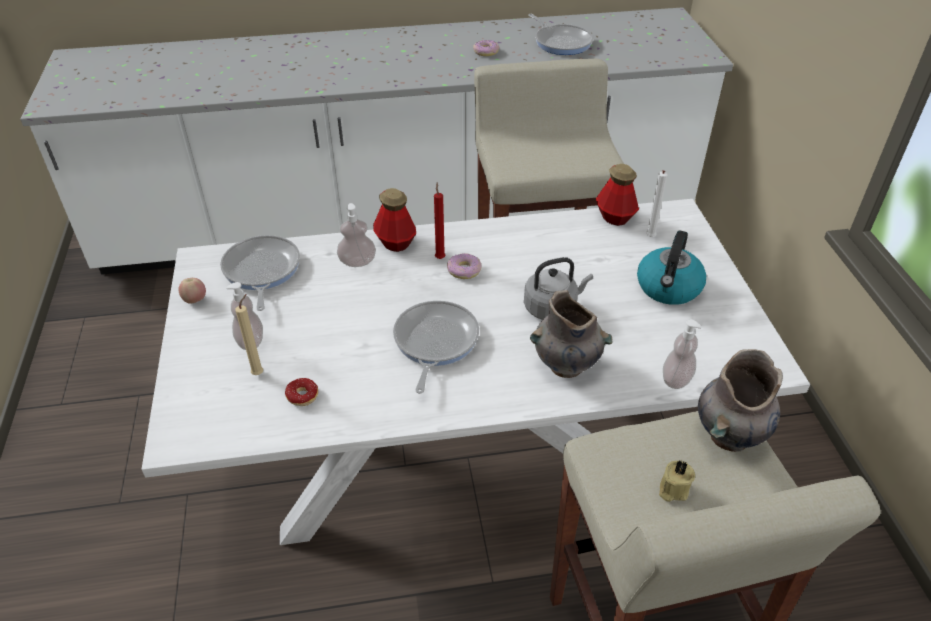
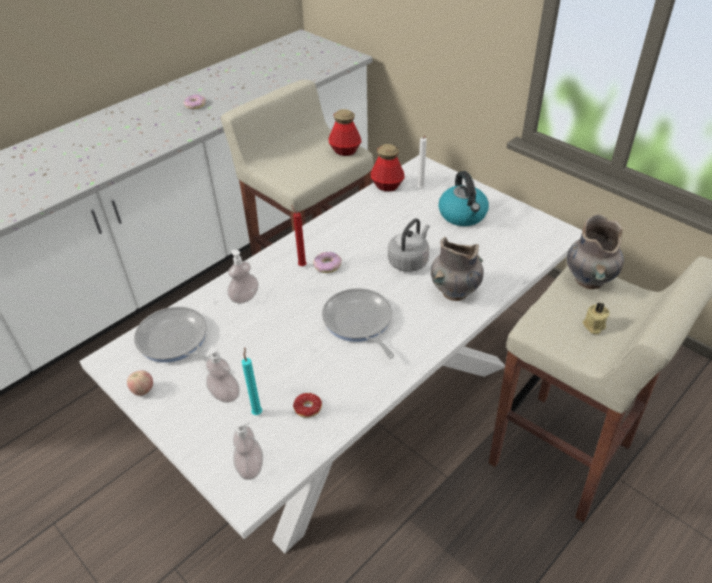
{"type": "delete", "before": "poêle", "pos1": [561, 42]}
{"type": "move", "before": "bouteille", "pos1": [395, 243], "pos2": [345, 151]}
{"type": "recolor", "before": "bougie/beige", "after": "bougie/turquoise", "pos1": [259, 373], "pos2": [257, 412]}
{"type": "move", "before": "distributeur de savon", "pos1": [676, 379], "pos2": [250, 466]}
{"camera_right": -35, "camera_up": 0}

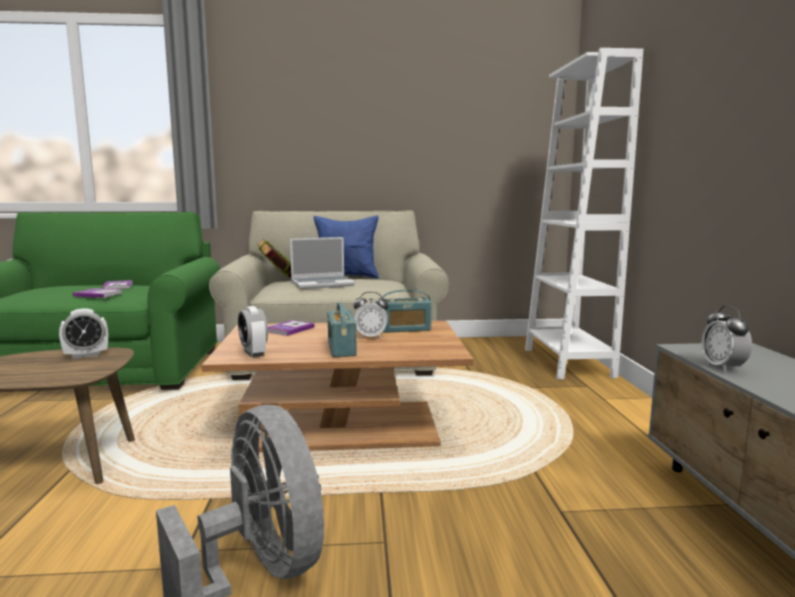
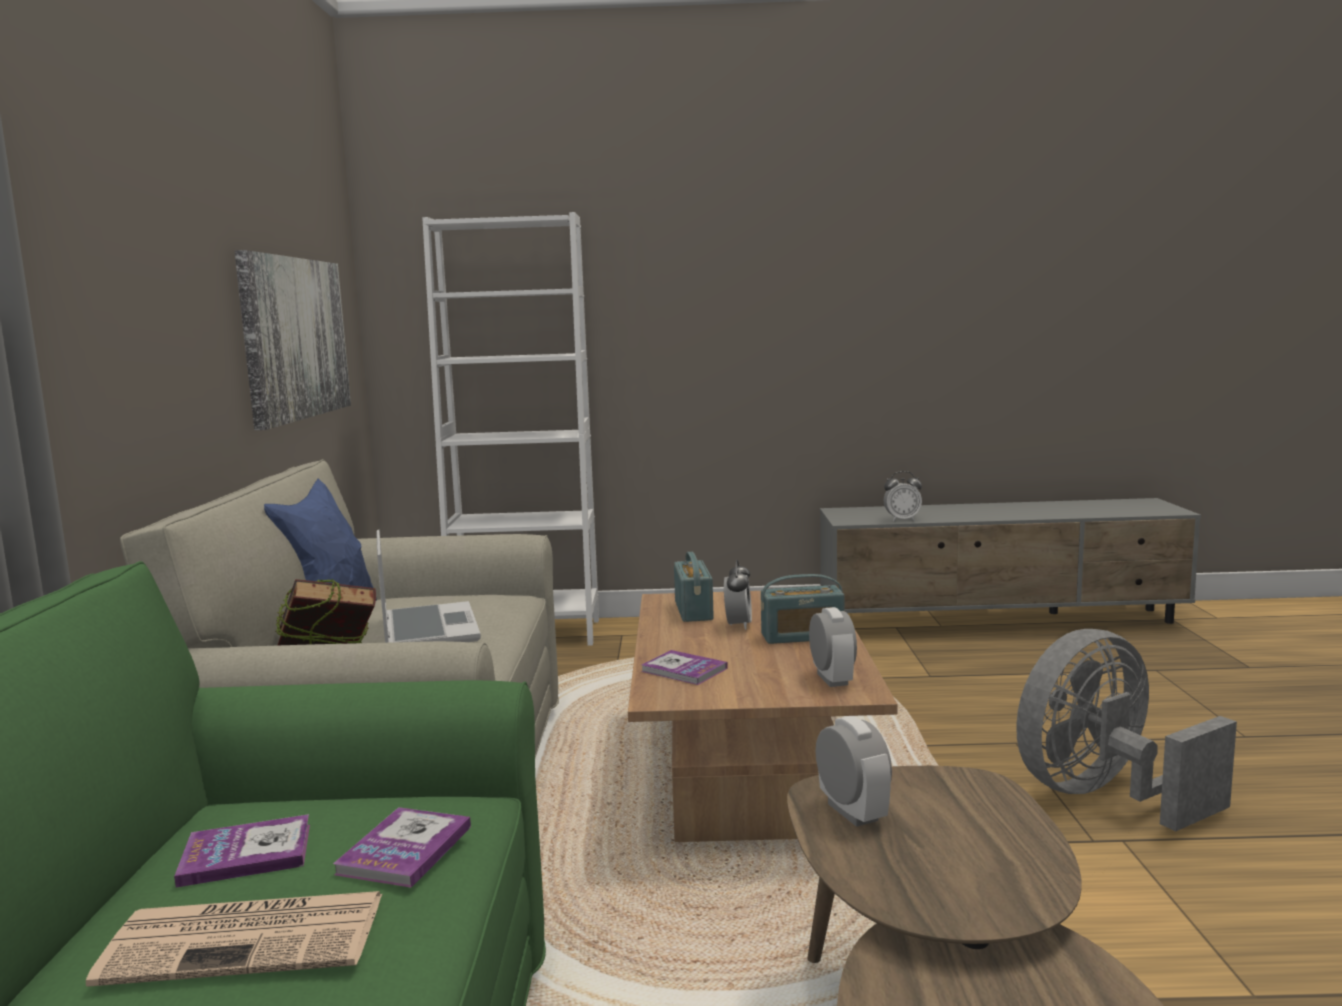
{"type": "rotate", "before": "réveil", "pos1": [254, 353], "pos2": [832, 679], "turn": -75}
{"type": "insert", "after": "tableau", "pos2": [295, 338]}
{"type": "insert", "after": "journal", "pos2": [250, 938]}
{"camera_right": -85, "camera_up": 0}

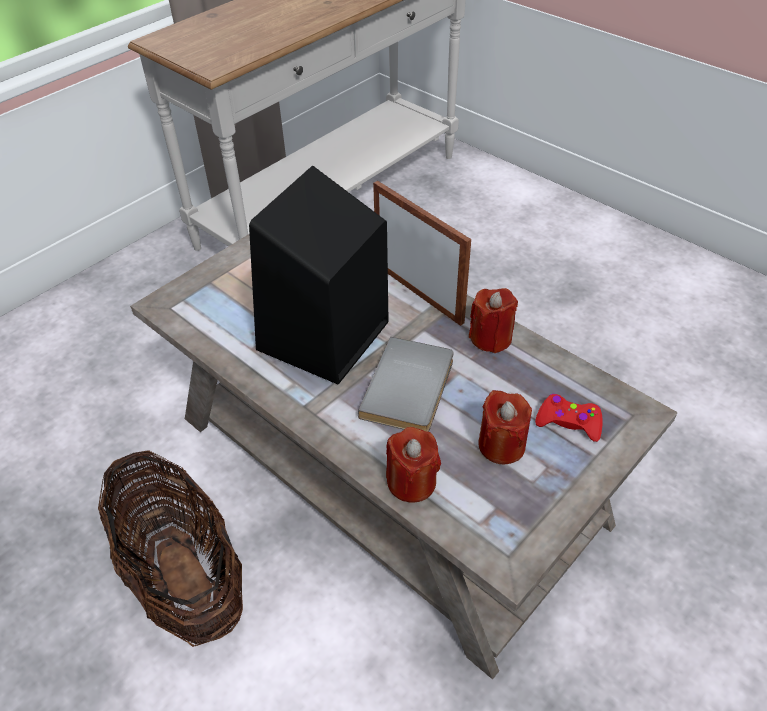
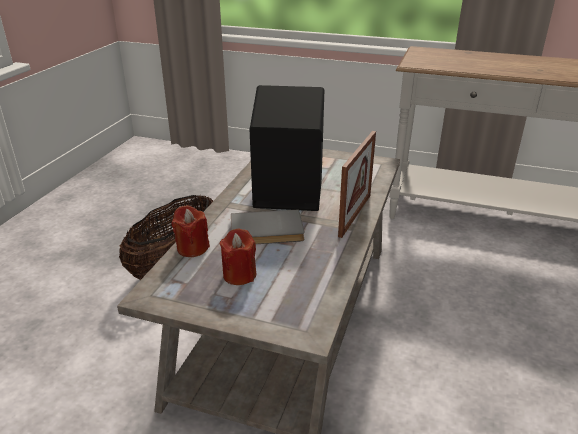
{"type": "delete", "before": "bougie/rouge", "pos1": [491, 338]}
{"type": "delete", "before": "manette/rouge", "pos1": [568, 422]}
{"camera_right": 65, "camera_up": -15}

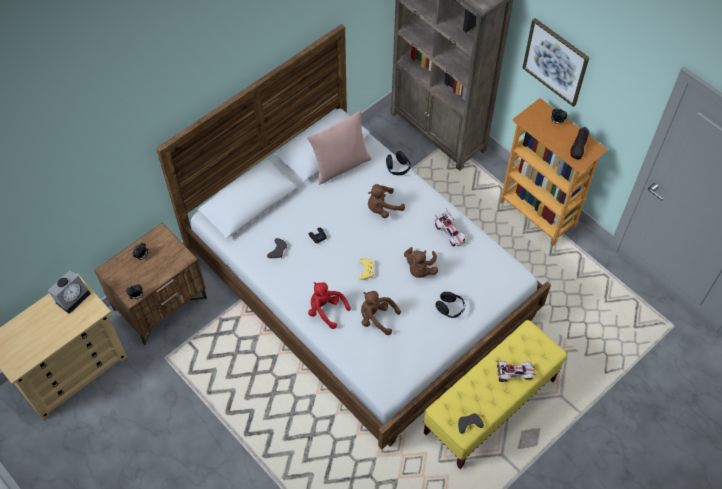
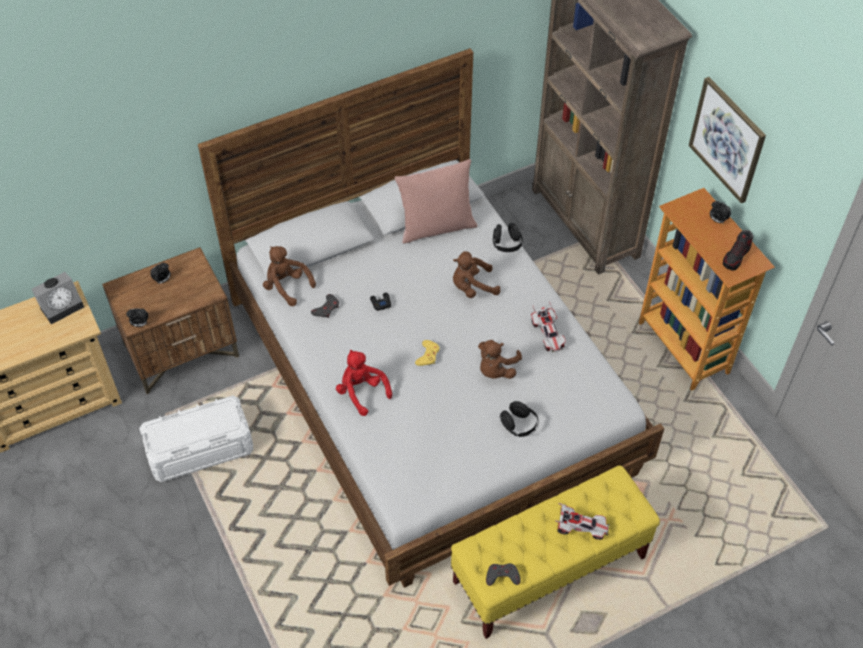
{"type": "move", "before": "peluche/marron", "pos1": [376, 318], "pos2": [286, 286]}
{"type": "insert", "after": "boîte de rangement/blanc", "pos2": [200, 449]}
{"camera_right": 15, "camera_up": -5}

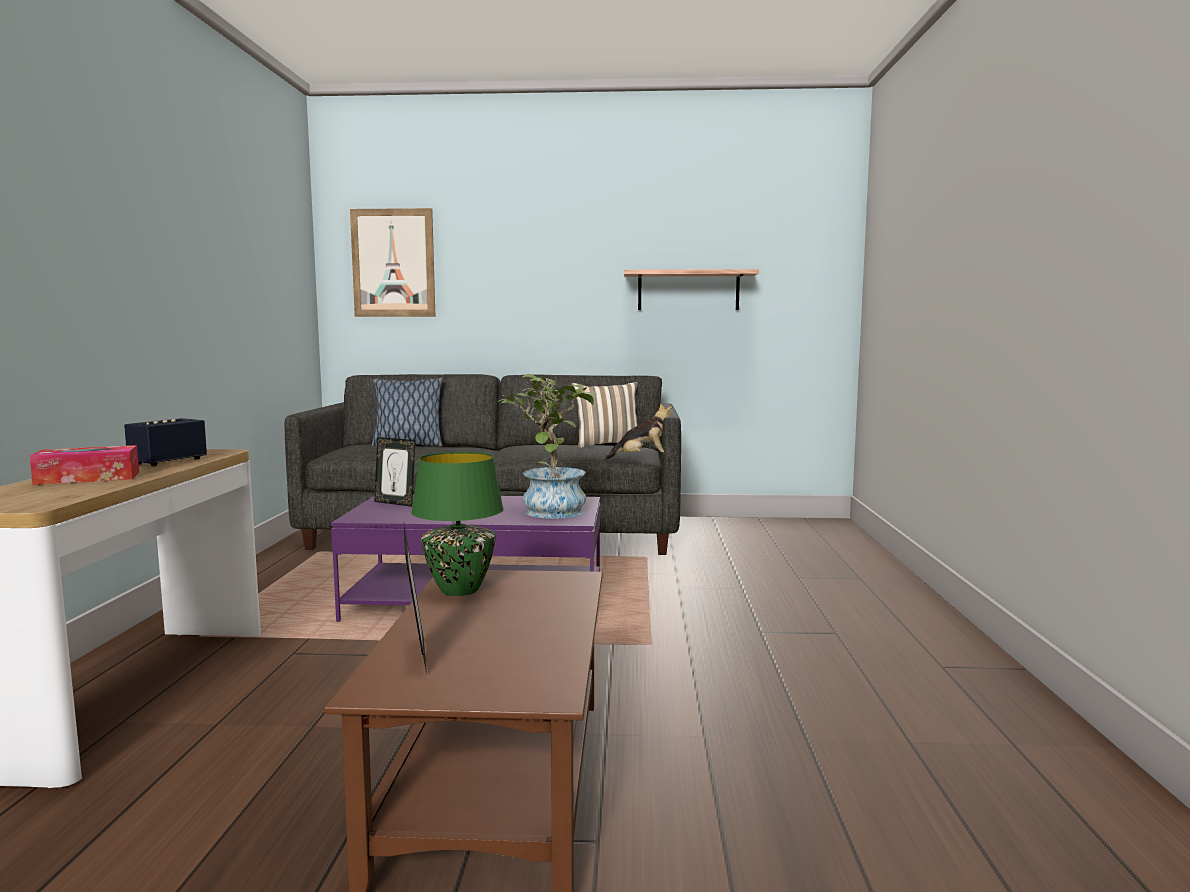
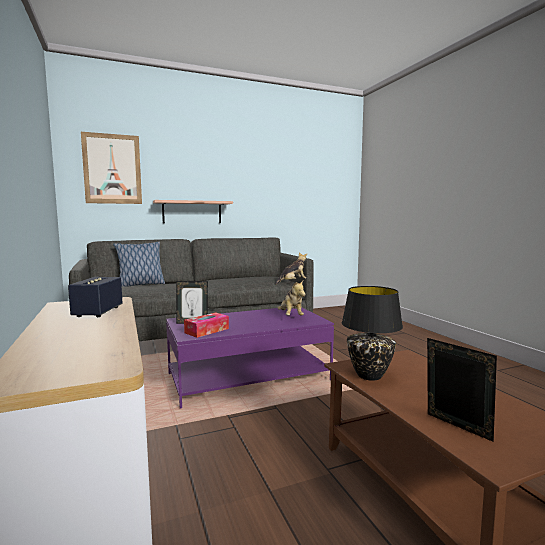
{"type": "move", "before": "étagère", "pos1": [688, 291], "pos2": [192, 212]}
{"type": "replace", "before": "plante en pot", "after": "peluche", "pos1": [549, 510], "pos2": [291, 316]}
{"type": "delete", "before": "coussin", "pos1": [607, 445]}
{"type": "move", "before": "boîte à mouchoirs", "pos1": [88, 478], "pos2": [207, 330]}
{"type": "recolor", "before": "lampe de table/vert", "after": "lampe de table/noir", "pos1": [460, 590], "pos2": [370, 375]}
{"camera_right": -25, "camera_up": 0}

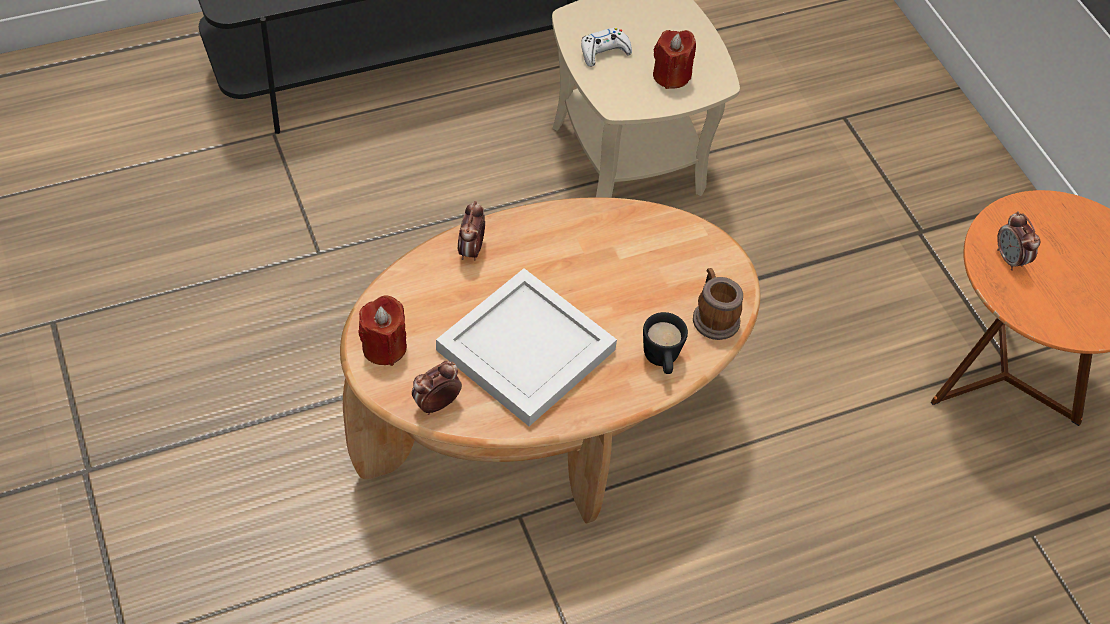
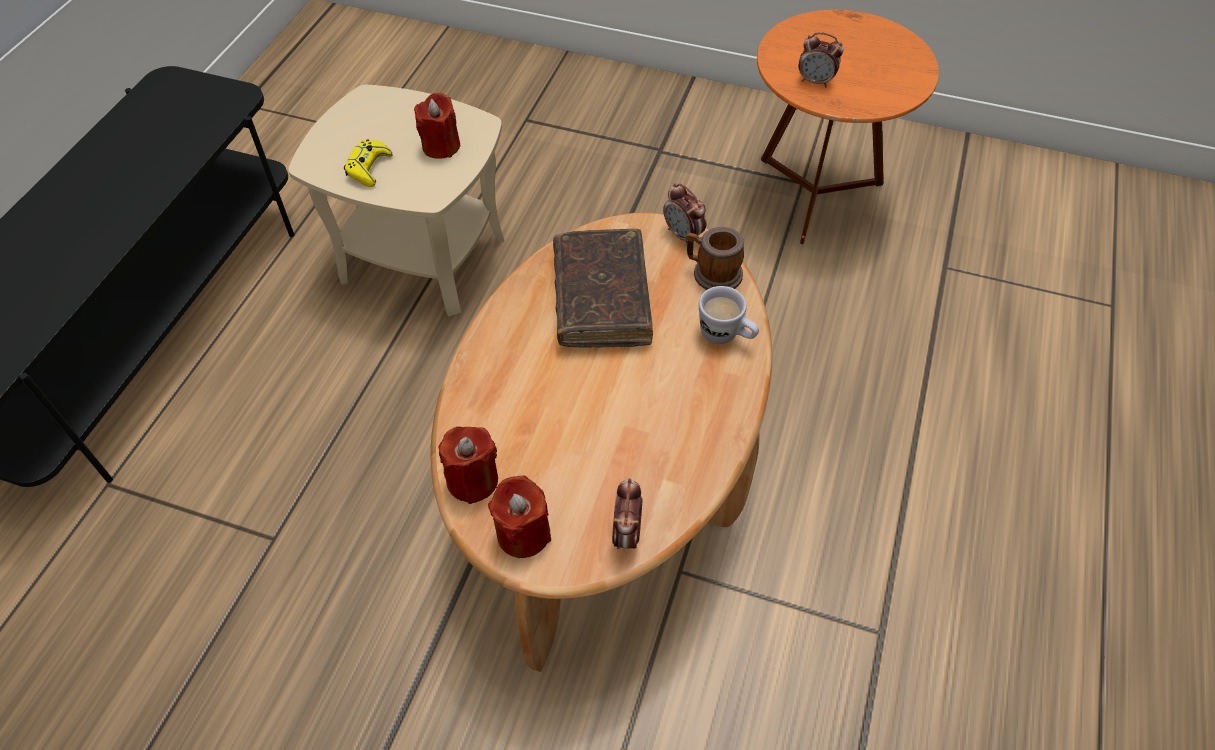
{"type": "recolor", "before": "manette/blanc", "after": "manette/jaune", "pos1": [604, 52], "pos2": [369, 168]}
{"type": "move", "before": "réveil", "pos1": [471, 250], "pos2": [683, 235]}
{"type": "delete", "before": "plateau/blanc", "pos1": [523, 350]}
{"type": "recolor", "before": "mug/noir", "after": "mug/blanc", "pos1": [661, 361], "pos2": [726, 336]}
{"type": "insert", "after": "livre/marron", "pos2": [601, 298]}
{"type": "insert", "after": "bougie/rouge", "pos2": [472, 480]}
{"camera_right": -45, "camera_up": 0}

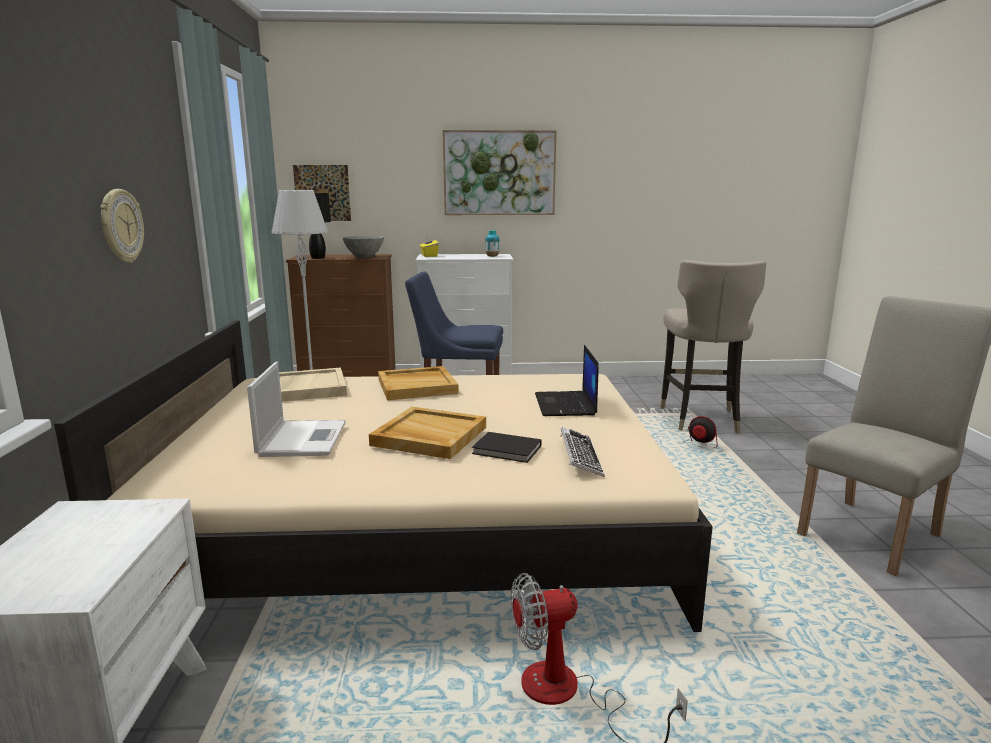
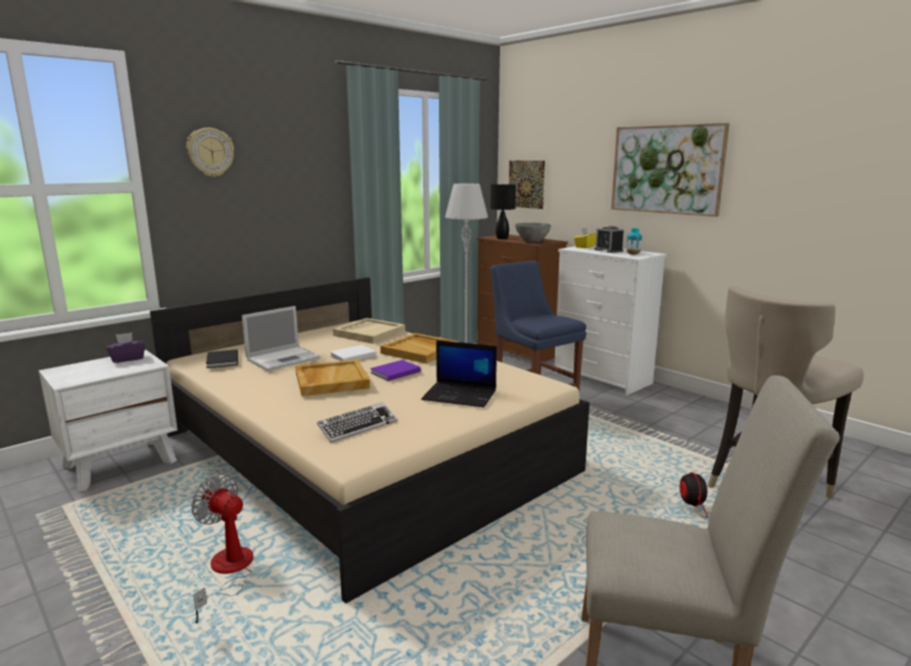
{"type": "move", "before": "horloge murale", "pos1": [120, 226], "pos2": [210, 152]}
{"type": "rotate", "before": "ordinateur portable", "pos1": [566, 405], "pos2": [460, 395], "turn": -120}
{"type": "move", "before": "livre/noir", "pos1": [508, 450], "pos2": [222, 361]}
{"type": "insert", "after": "réveil", "pos2": [608, 250]}
{"type": "insert", "after": "boîte à mouchoirs/violet", "pos2": [127, 359]}
{"type": "insert", "after": "livre/blanc", "pos2": [351, 356]}
{"type": "insert", "after": "livre/violet", "pos2": [394, 372]}
{"camera_right": 50, "camera_up": 0}

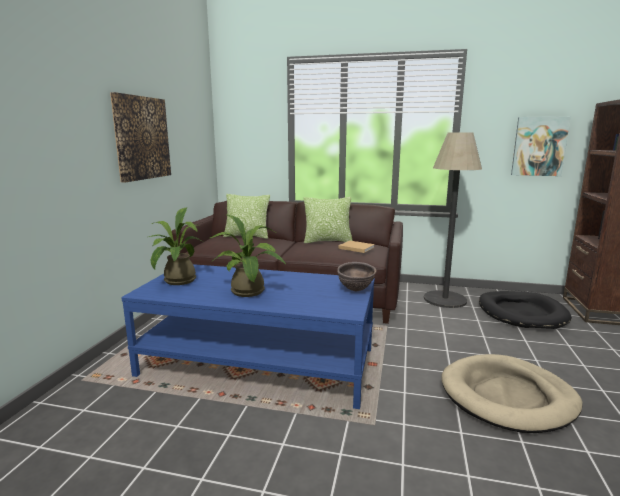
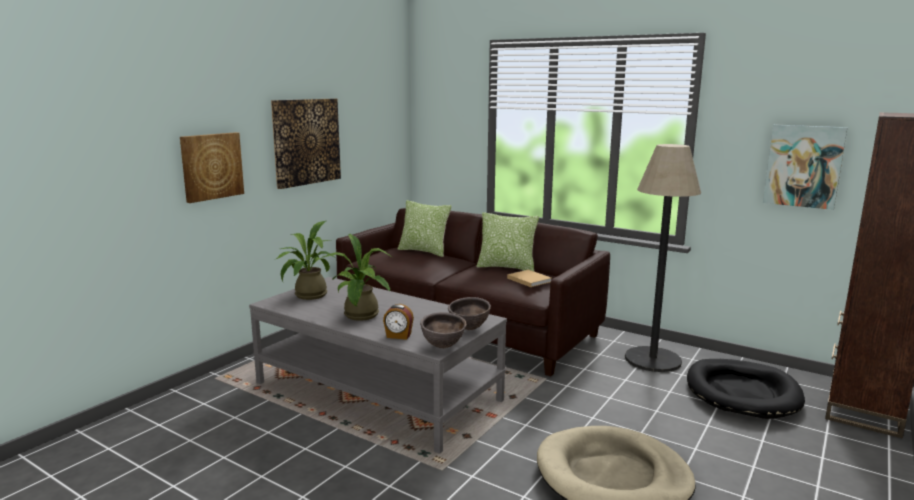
{"type": "recolor", "before": "table basse/bleu", "after": "table basse/gris", "pos1": [259, 362], "pos2": [377, 392]}
{"type": "insert", "after": "tableau", "pos2": [211, 166]}
{"type": "insert", "after": "réveil", "pos2": [398, 336]}
{"type": "insert", "after": "bol/marron", "pos2": [443, 347]}
{"camera_right": 20, "camera_up": 0}

